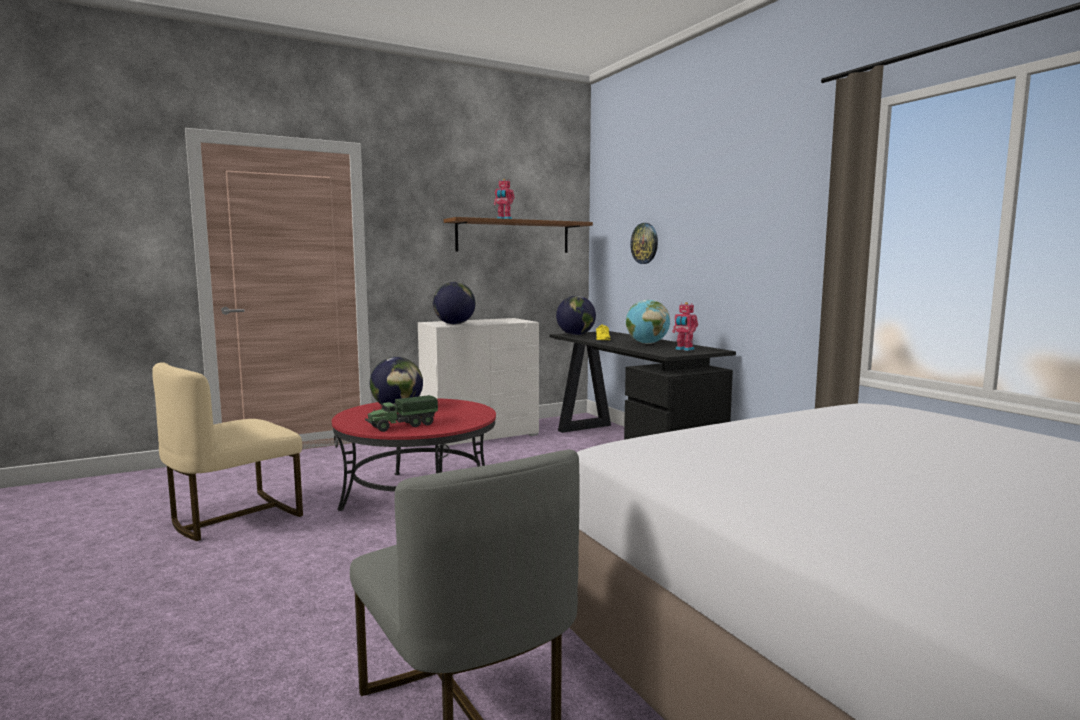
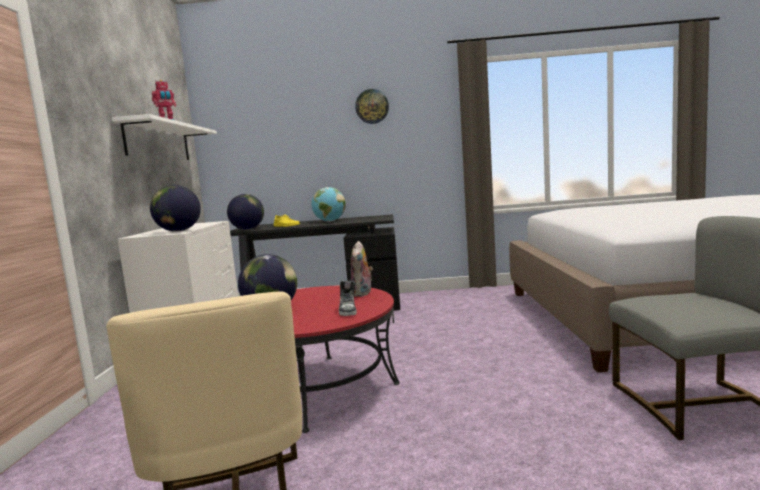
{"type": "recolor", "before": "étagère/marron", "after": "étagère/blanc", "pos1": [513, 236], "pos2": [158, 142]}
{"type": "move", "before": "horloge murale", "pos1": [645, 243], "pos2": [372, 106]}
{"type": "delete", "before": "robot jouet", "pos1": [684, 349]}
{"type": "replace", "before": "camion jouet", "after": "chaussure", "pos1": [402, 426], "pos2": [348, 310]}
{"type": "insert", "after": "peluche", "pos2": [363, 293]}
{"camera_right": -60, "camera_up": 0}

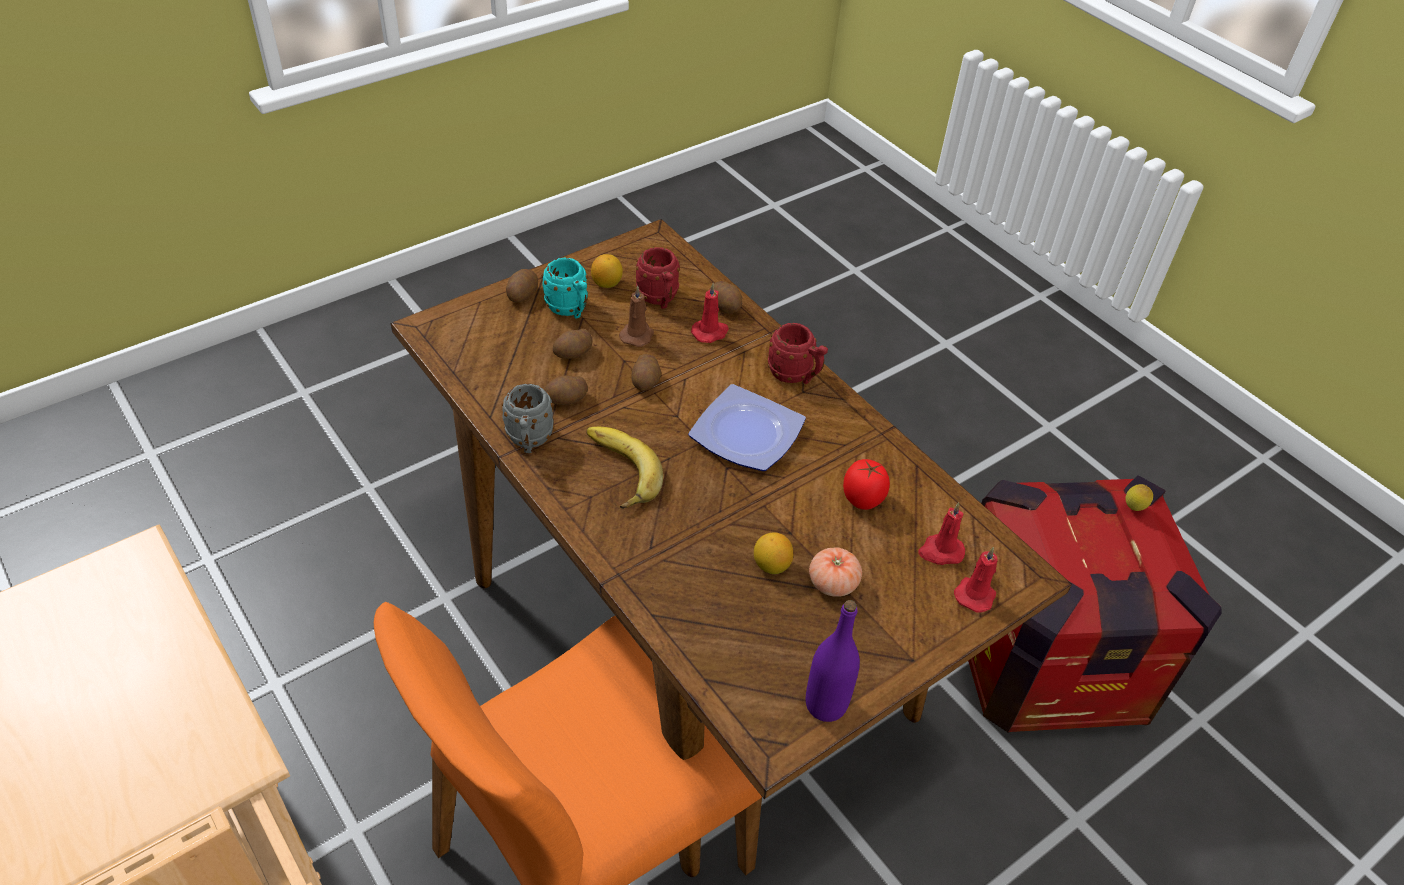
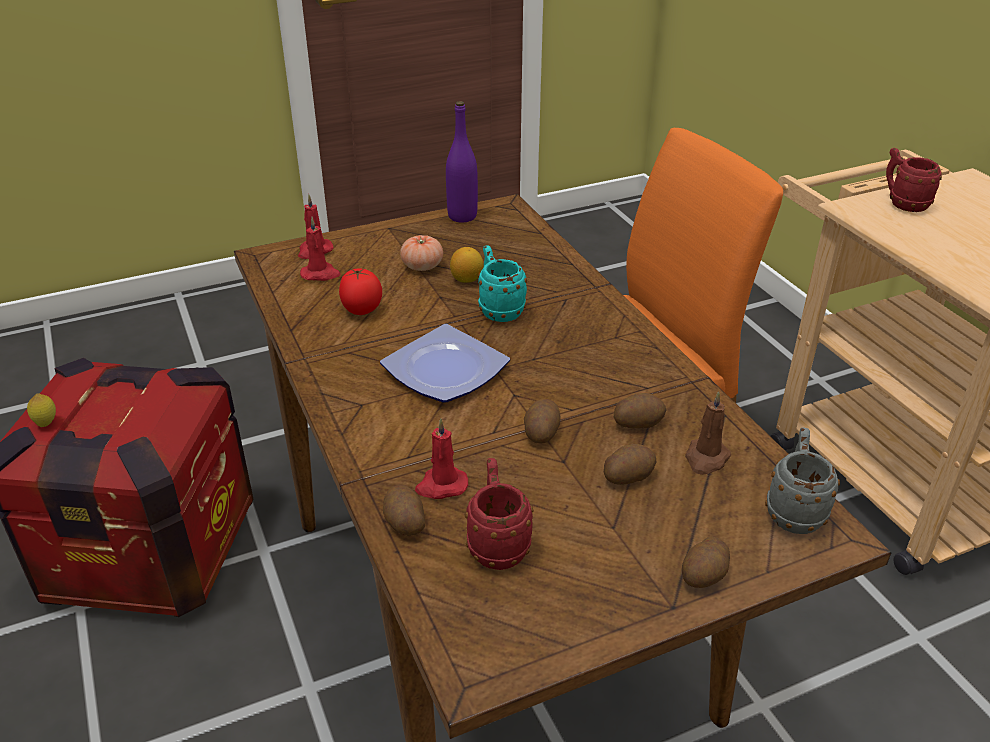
{"type": "delete", "before": "citron", "pos1": [607, 283]}
{"type": "move", "before": "mug/turquoise", "pos1": [570, 310], "pos2": [498, 309]}
{"type": "move", "before": "bougie/marron", "pos1": [637, 335], "pos2": [706, 458]}
{"type": "move", "before": "mug/rouge", "pos1": [795, 376], "pos2": [903, 203]}
{"type": "move", "before": "mug/gris", "pos1": [529, 441], "pos2": [793, 510]}
{"type": "delete", "before": "banane", "pos1": [617, 472]}
{"camera_right": -165, "camera_up": -10}

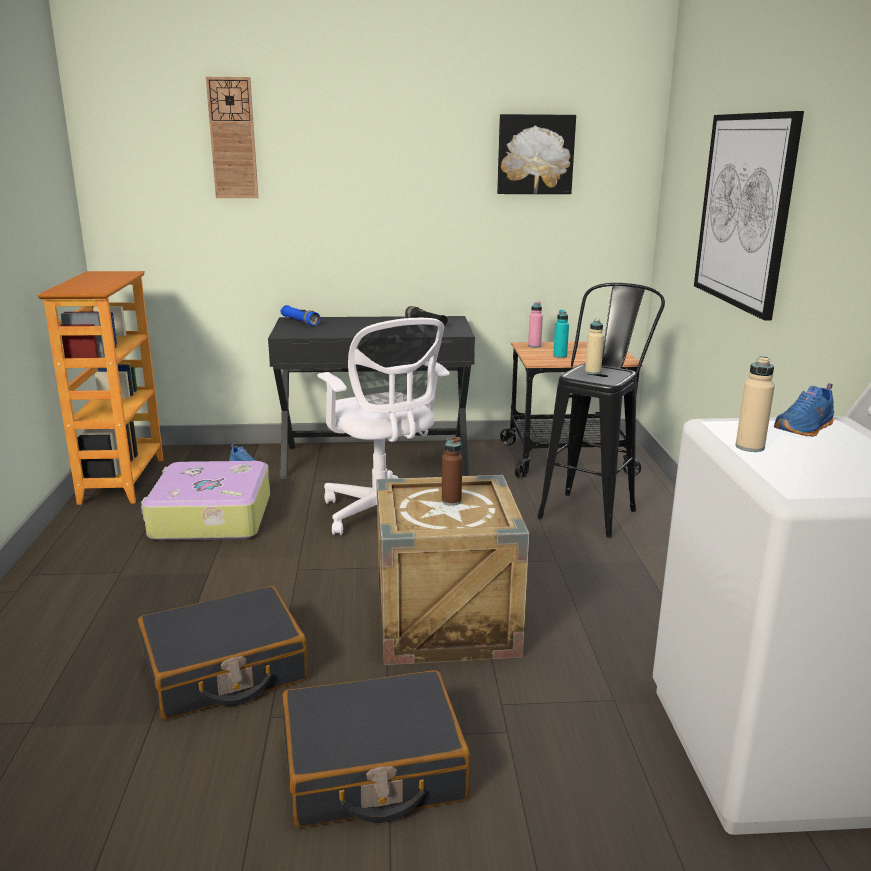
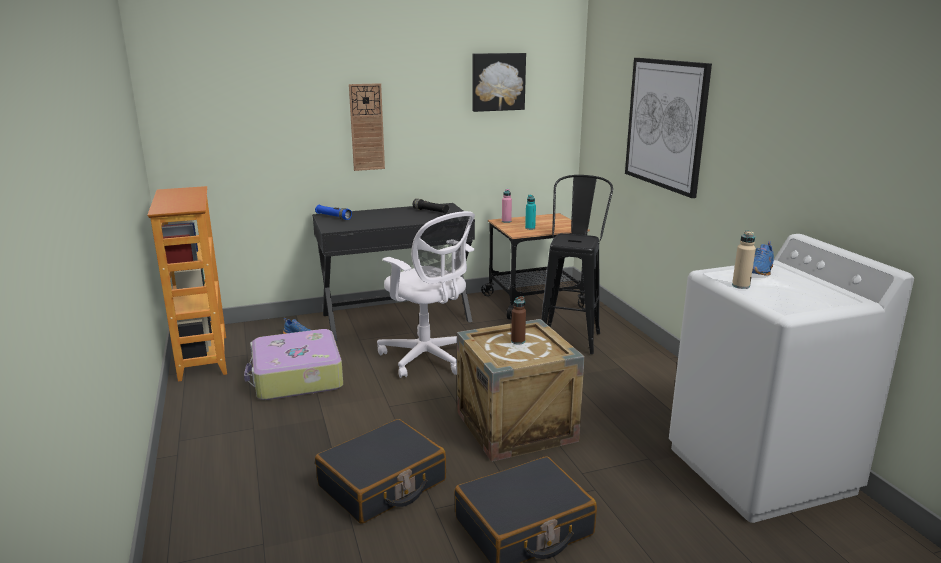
{"type": "move", "before": "horloge murale", "pos1": [233, 139], "pos2": [367, 127]}
{"type": "delete", "before": "bouteille/beige", "pos1": [593, 372]}
{"camera_right": -15, "camera_up": 0}

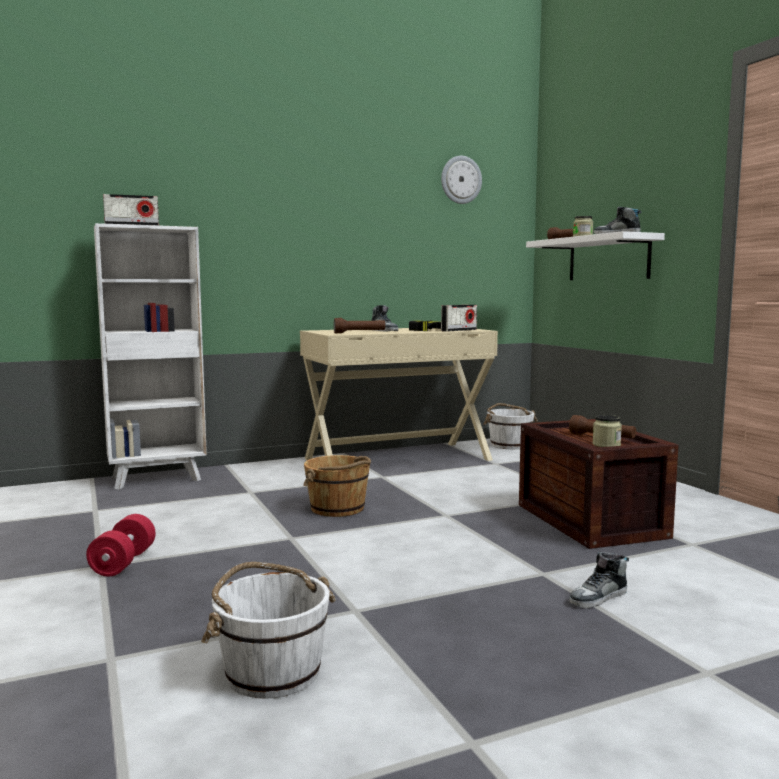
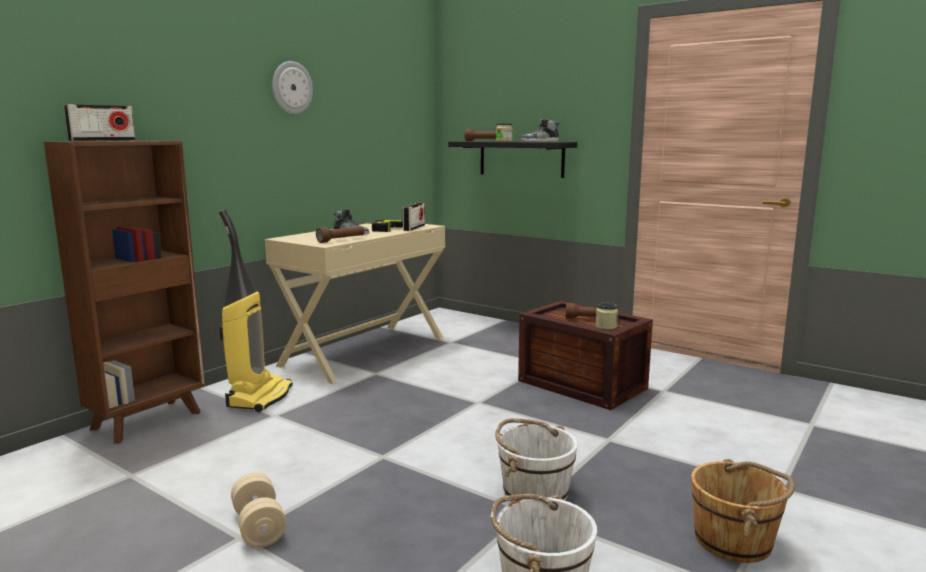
{"type": "move", "before": "horloge murale", "pos1": [460, 180], "pos2": [291, 88]}
{"type": "recolor", "before": "bibliothèque/blanc", "after": "bibliothèque/marron", "pos1": [158, 479], "pos2": [149, 420]}
{"type": "recolor", "before": "étagère/blanc", "after": "étagère/noir", "pos1": [608, 259], "pos2": [521, 158]}
{"type": "move", "before": "seau/blanc", "pos1": [509, 445], "pos2": [534, 491]}
{"type": "move", "before": "seau/marron", "pos1": [338, 508], "pos2": [734, 541]}
{"type": "recolor", "before": "haltère/rouge", "after": "haltère/beige", "pos1": [123, 562], "pos2": [259, 527]}
{"type": "delete", "before": "chaussure", "pos1": [598, 598]}
{"type": "insert", "after": "aspirateur", "pos2": [259, 397]}
{"camera_right": -30, "camera_up": 5}

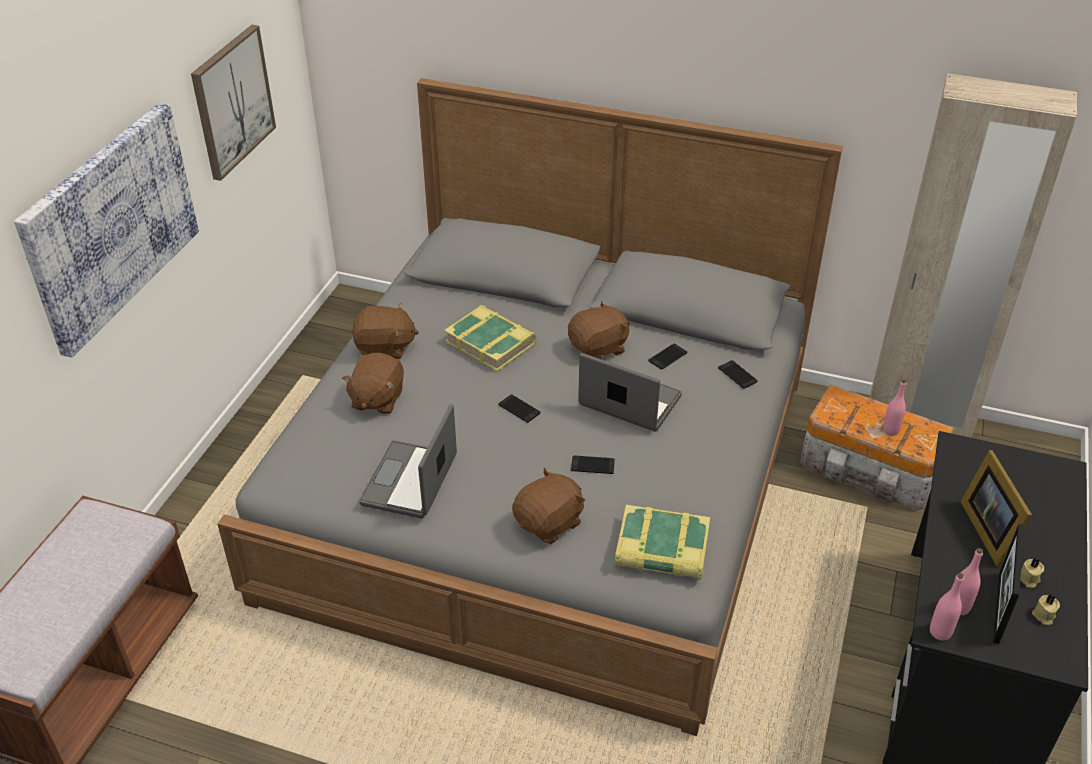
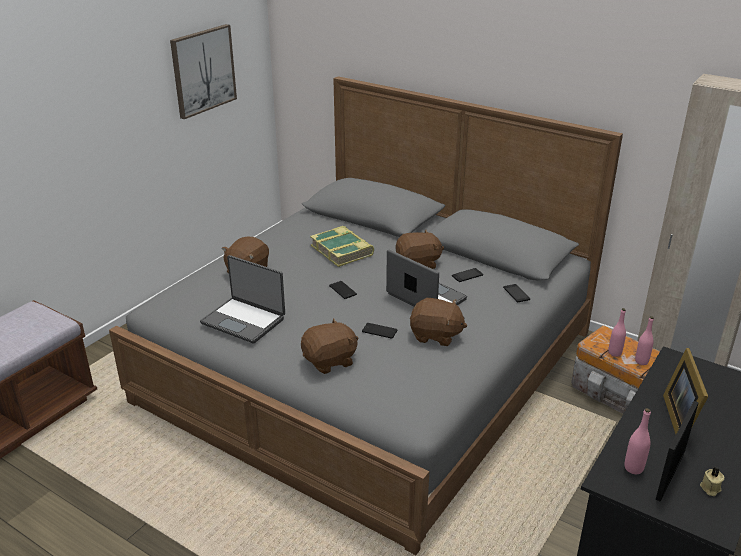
{"type": "delete", "before": "tableau", "pos1": [109, 225]}
{"type": "move", "before": "peluche/marron", "pos1": [385, 347], "pos2": [435, 335]}
{"type": "rotate", "before": "ordinateur portable", "pos1": [411, 481], "pos2": [244, 320], "turn": -90}
{"type": "delete", "before": "livre", "pos1": [661, 550]}
{"type": "delete", "before": "bougie/beige", "pos1": [1028, 579]}
{"type": "move", "before": "bouteille/rose", "pos1": [940, 632], "pos2": [614, 353]}
{"camera_right": 15, "camera_up": -10}

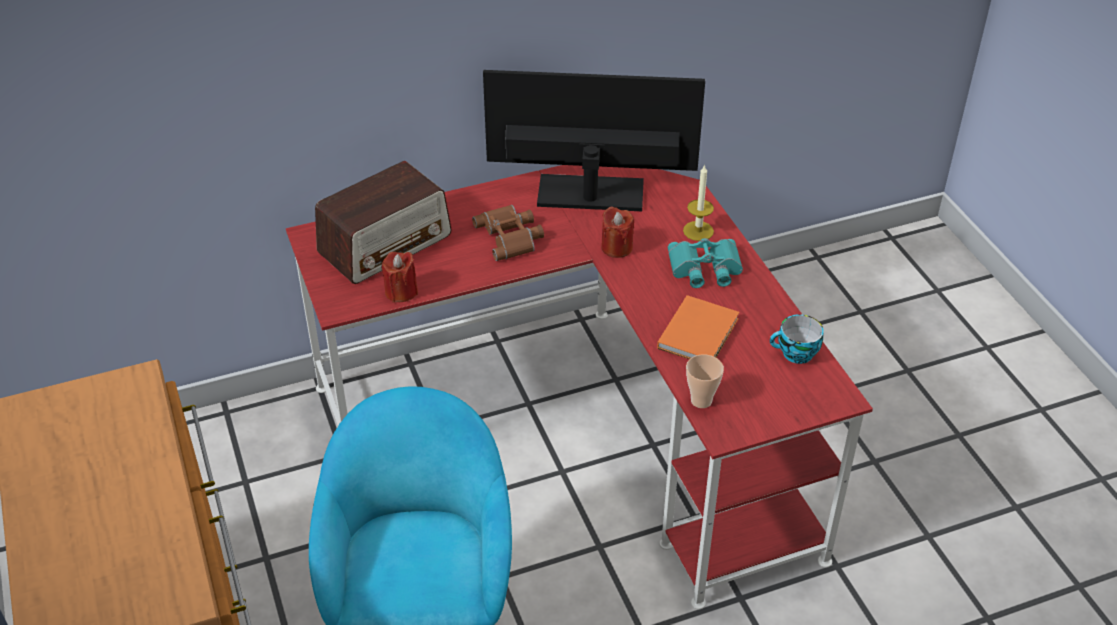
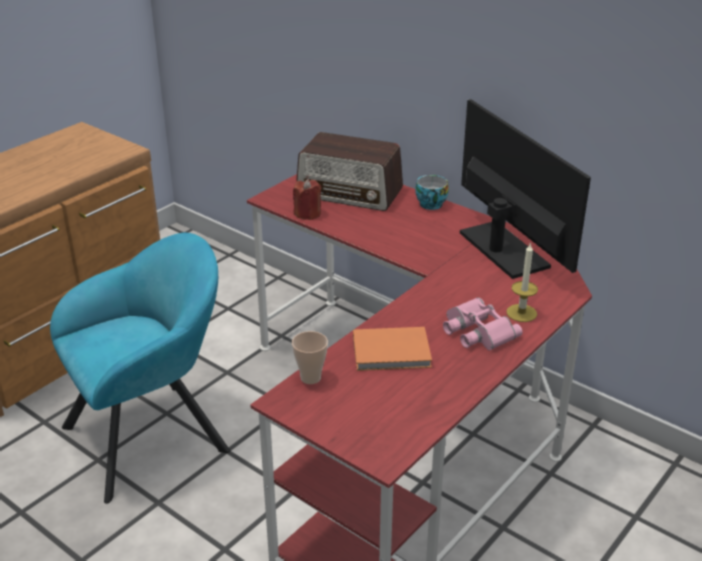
{"type": "delete", "before": "jumelles/marron", "pos1": [511, 236]}
{"type": "delete", "before": "bougie/rouge", "pos1": [616, 247]}
{"type": "recolor", "before": "jumelles/turquoise", "after": "jumelles/rose", "pos1": [705, 269], "pos2": [476, 331]}
{"type": "move", "before": "tasse", "pos1": [795, 354], "pos2": [429, 204]}
{"camera_right": 60, "camera_up": -10}

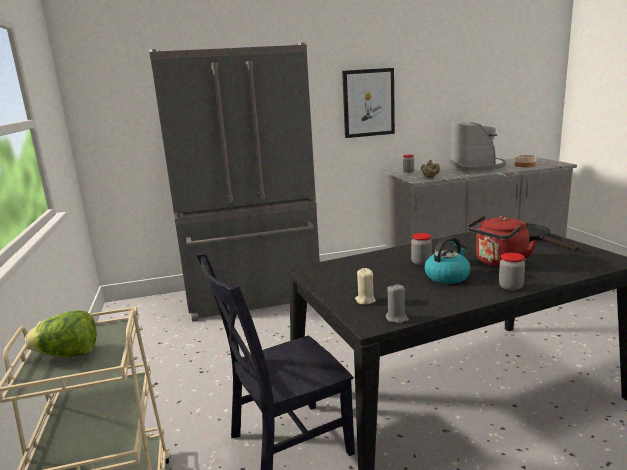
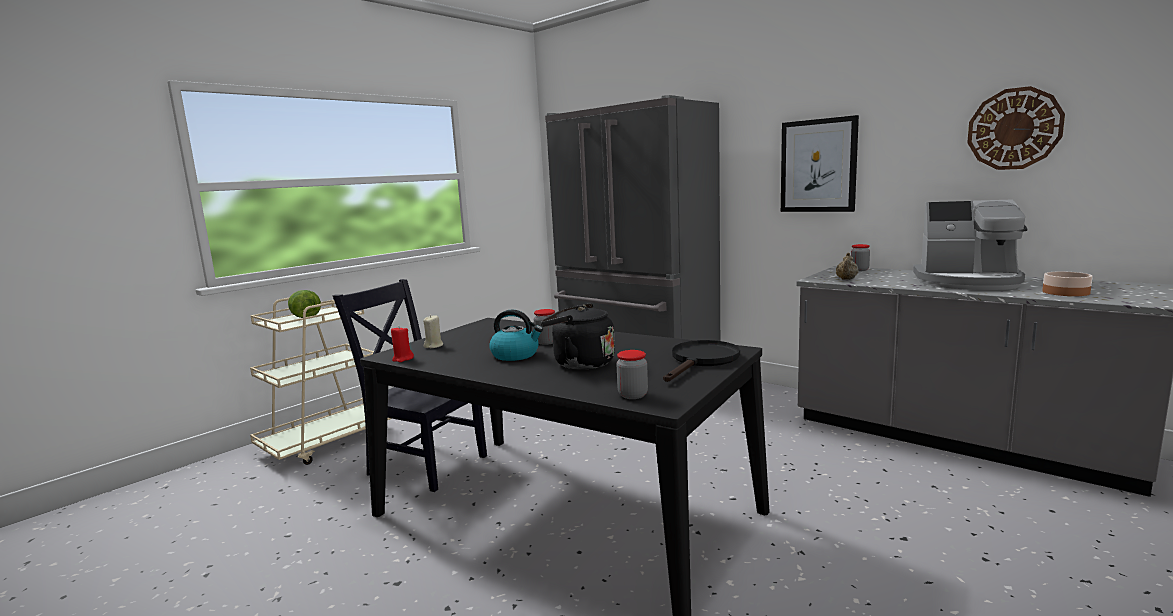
{"type": "rotate", "before": "machine à café", "pos1": [477, 168], "pos2": [967, 282], "turn": 60}
{"type": "recolor", "before": "bouilloire/rouge", "after": "bouilloire/noir", "pos1": [499, 263], "pos2": [580, 363]}
{"type": "move", "before": "bocal", "pos1": [510, 287], "pos2": [633, 395]}
{"type": "recolor", "before": "bougie/gris", "after": "bougie/rouge", "pos1": [397, 318], "pos2": [402, 359]}
{"type": "insert", "after": "horloge murale", "pos2": [1014, 129]}
{"camera_right": 55, "camera_up": -5}

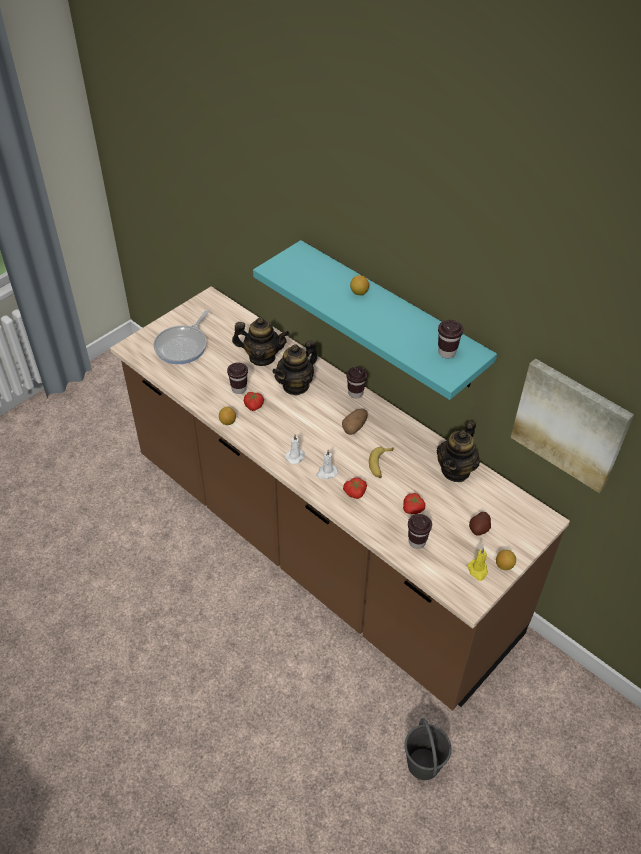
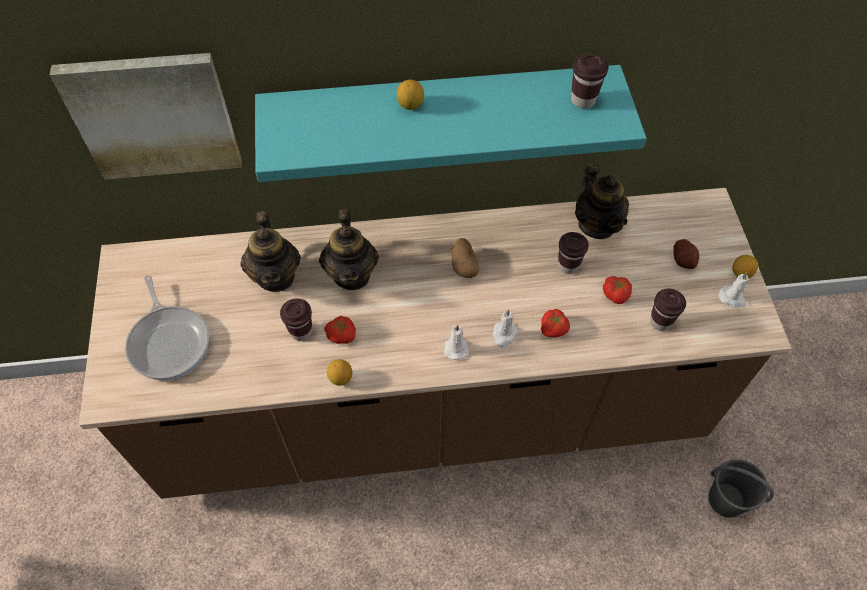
{"type": "rotate", "before": "théière", "pos1": [262, 357], "pos2": [276, 276], "turn": 120}
{"type": "move", "before": "tableau", "pos1": [570, 424], "pos2": [154, 115]}
{"type": "move", "before": "tasse/marron", "pos1": [355, 393], "pos2": [568, 266]}
{"type": "delete", "before": "banane", "pos1": [380, 465]}
{"type": "recolor", "before": "bougie/jaune", "after": "bougie/blanc", "pos1": [478, 570], "pos2": [732, 298]}
{"camera_right": -50, "camera_up": 10}

